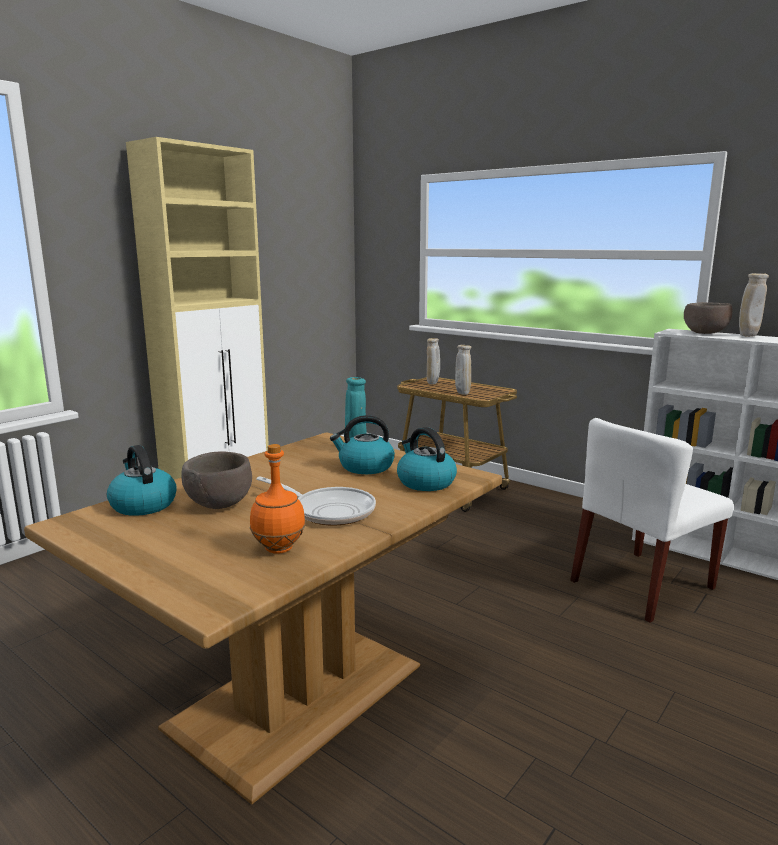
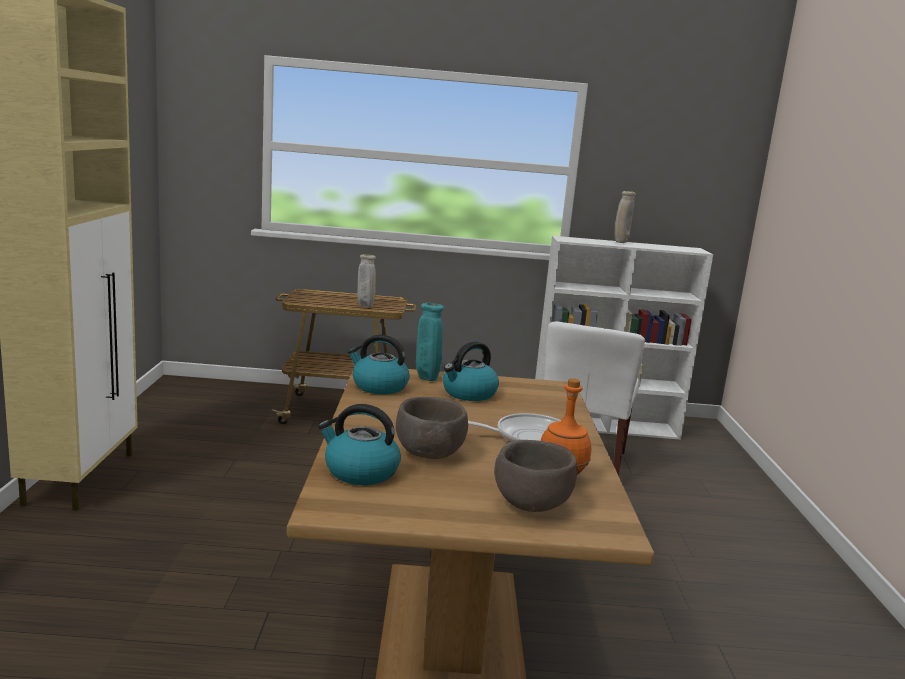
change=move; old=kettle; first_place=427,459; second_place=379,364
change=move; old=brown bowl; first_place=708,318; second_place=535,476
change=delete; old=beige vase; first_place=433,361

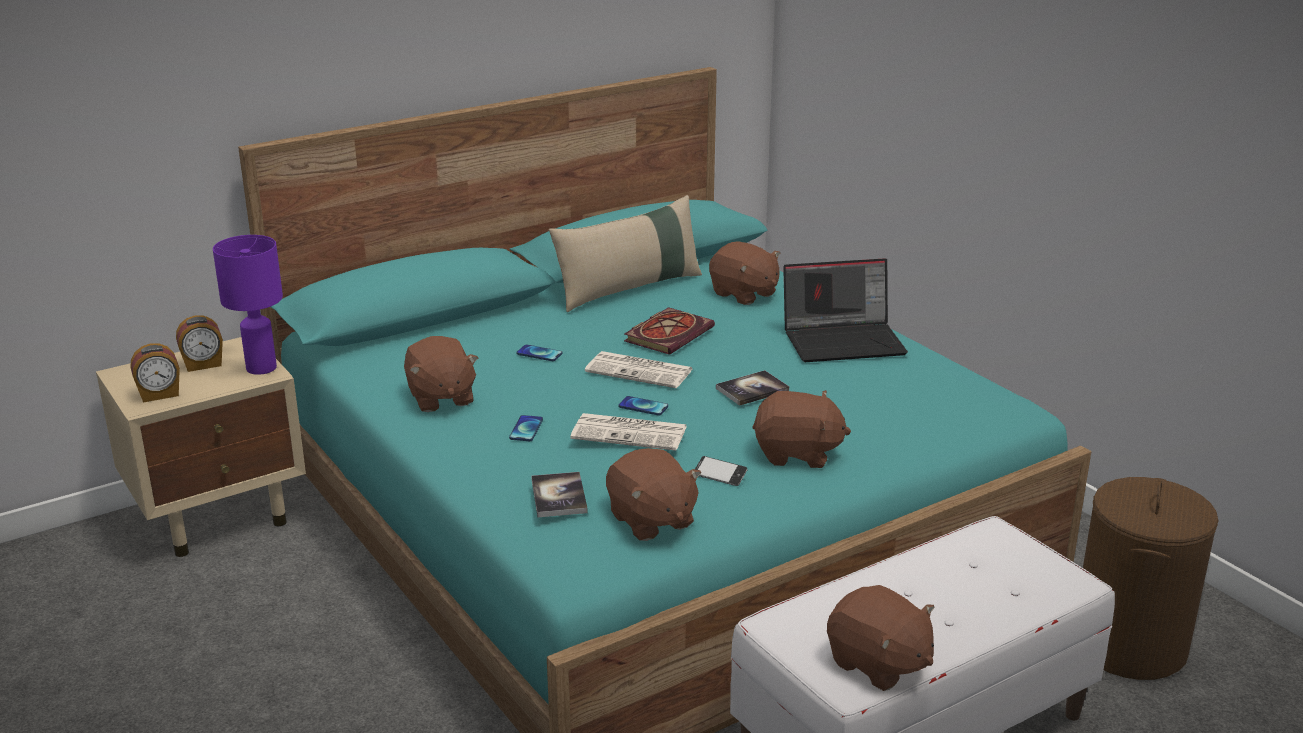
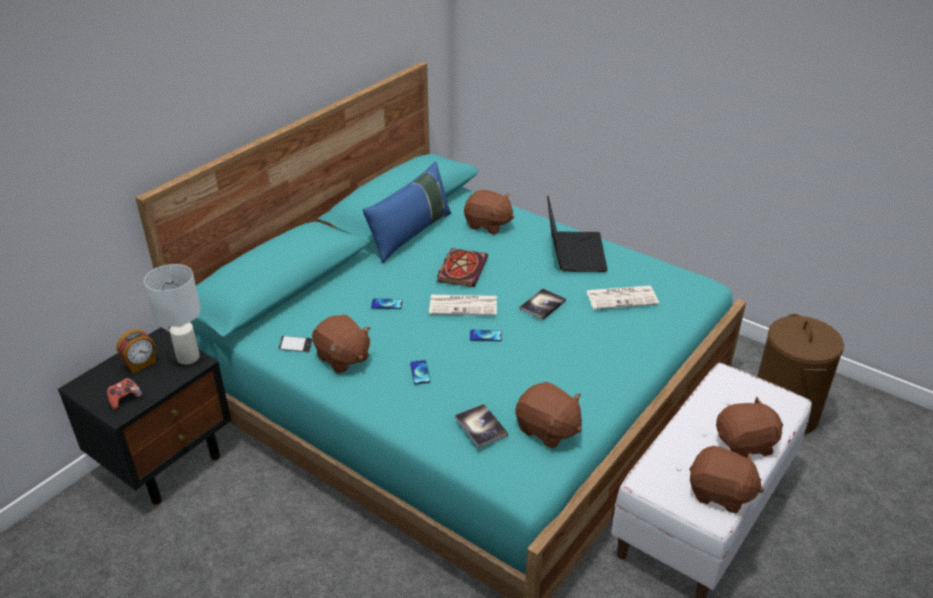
change=recolor; old=beige nightstand; new=black nightstand; first_place=201,447; second_place=144,416
change=replace; old=alarm clock; new=game controller; first_place=155,373; second_place=125,394
change=recolor; old=purple table lamp; new=white table lamp; first_place=248,305; second_place=172,314
change=move; old=phone; first_place=721,471; second_place=296,344
change=recolor; old=beige pillow; new=blue pillow; first_place=625,253; second_place=406,212
change=rotate; old=laptop; first_place=845,310; second_place=577,234; degrees=-60
change=move; old=newspaper; first_place=628,432; second_place=622,297
change=move; old=brown plush toy; first_place=801,429; second_place=749,427

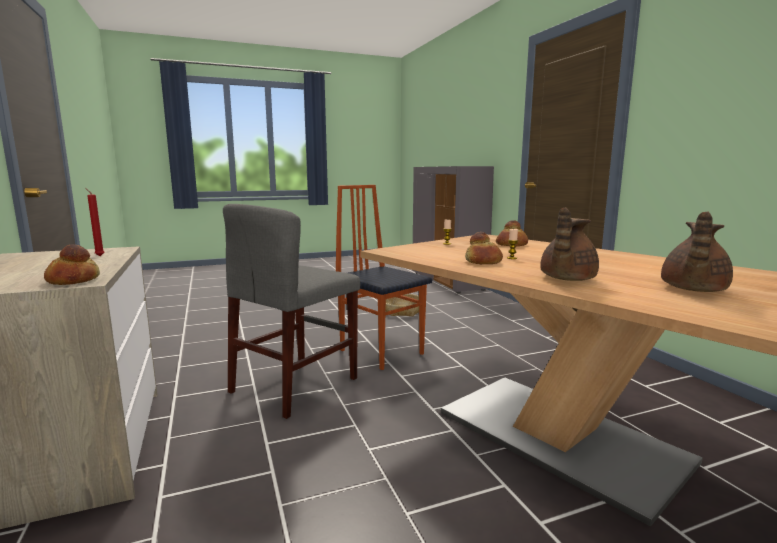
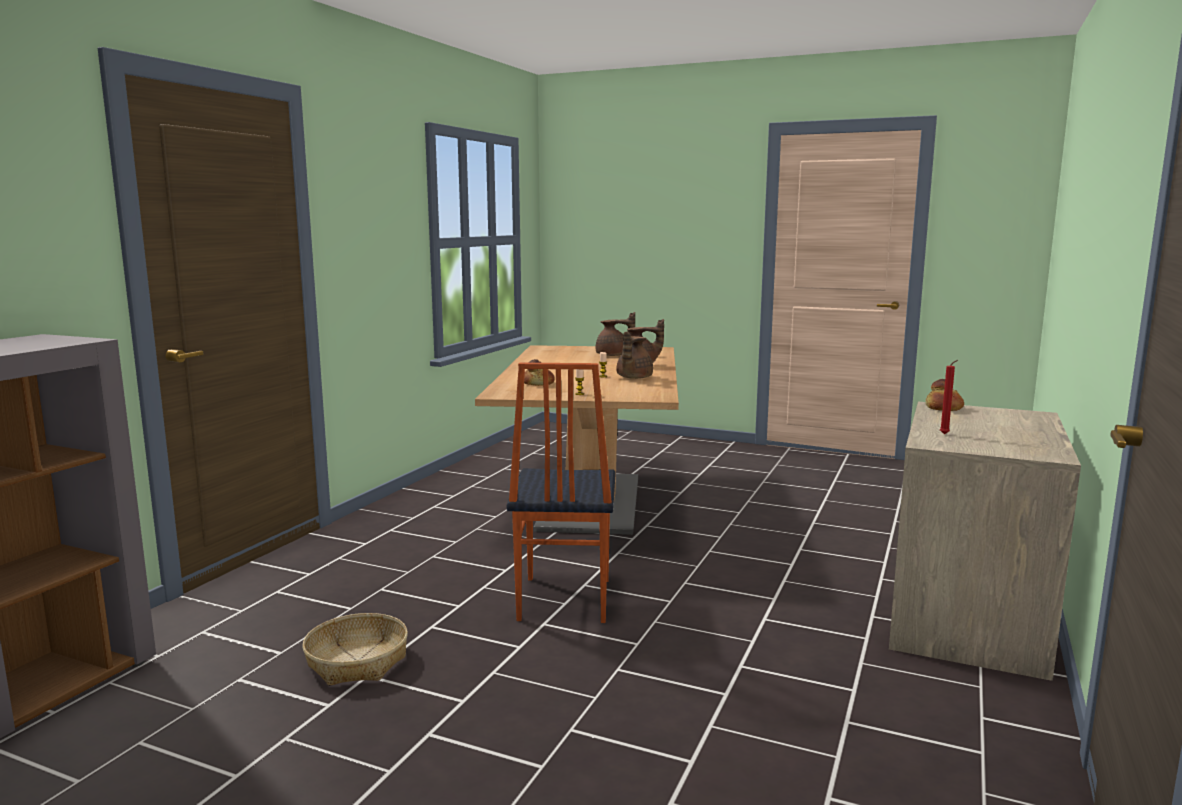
change=replace; old=bread; new=brown teapot; first_place=484,248; second_place=634,355
change=delete; old=grey chair; first_place=291,311

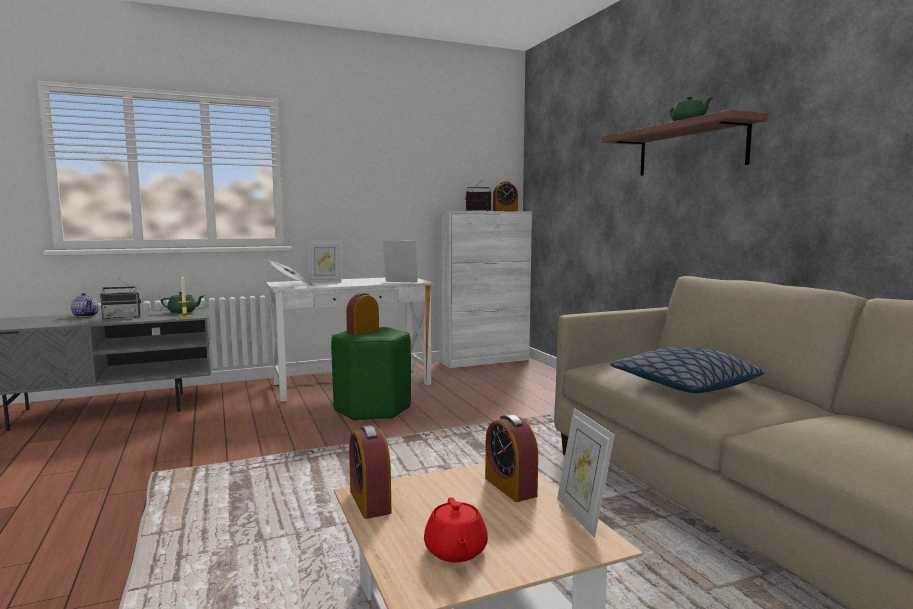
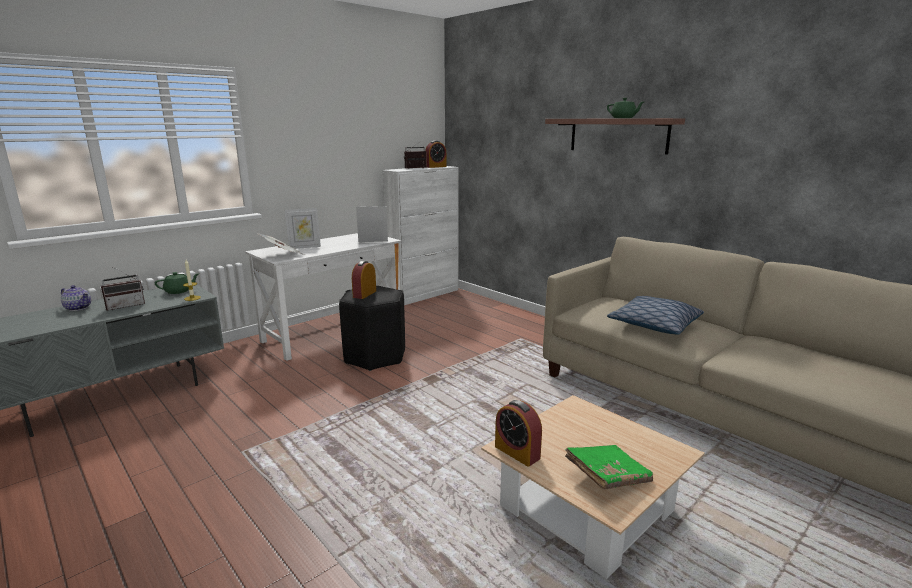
change=recolor; old=green stool; new=black stool; first_place=371,374; second_place=372,328
change=replace; old=red teapot; new=green book; first_place=456,529; second_place=609,467
change=delete; old=alarm clock; first_place=511,458
change=delete; old=picture frame; first_place=586,473

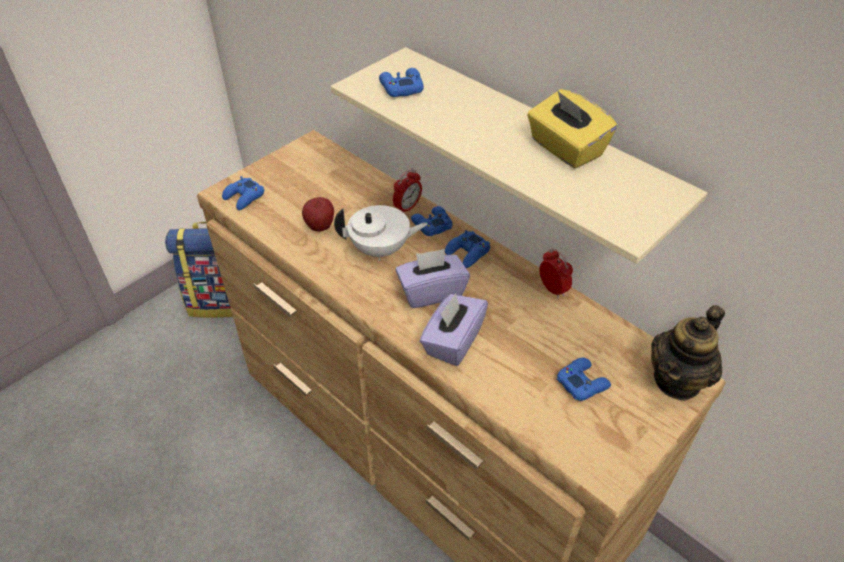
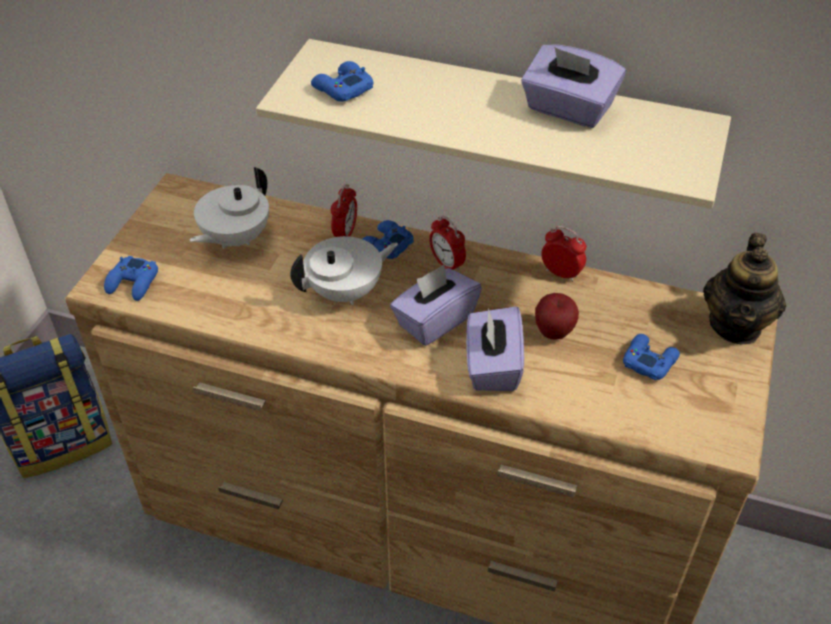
change=insert; new=white teapot; second_place=229,208
change=replace; old=blue game controller; new=alarm clock; first_place=467,249; second_place=447,243
change=recolor; old=yellow tissue box; new=purple tissue box; first_place=572,129; second_place=573,86
change=move; old=apple; first_place=318,214; second_place=557,316

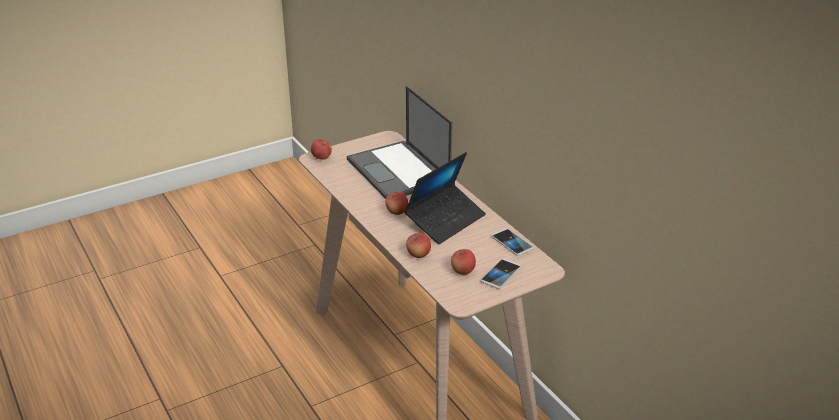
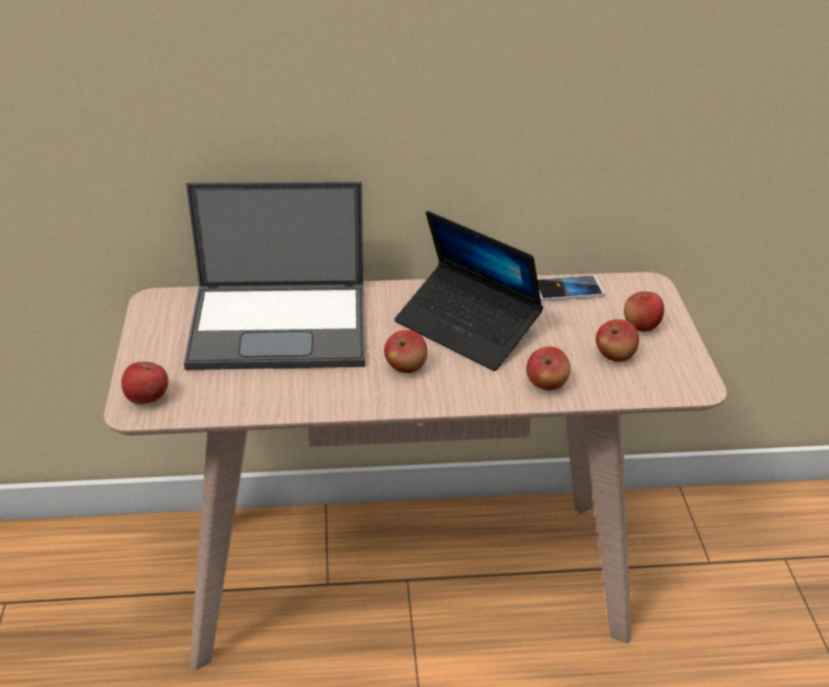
change=rotate; old=laptop; first_place=445,198; second_place=468,291; degrees=150
change=replace; old=phone; new=apple; first_place=500,274; second_place=644,311

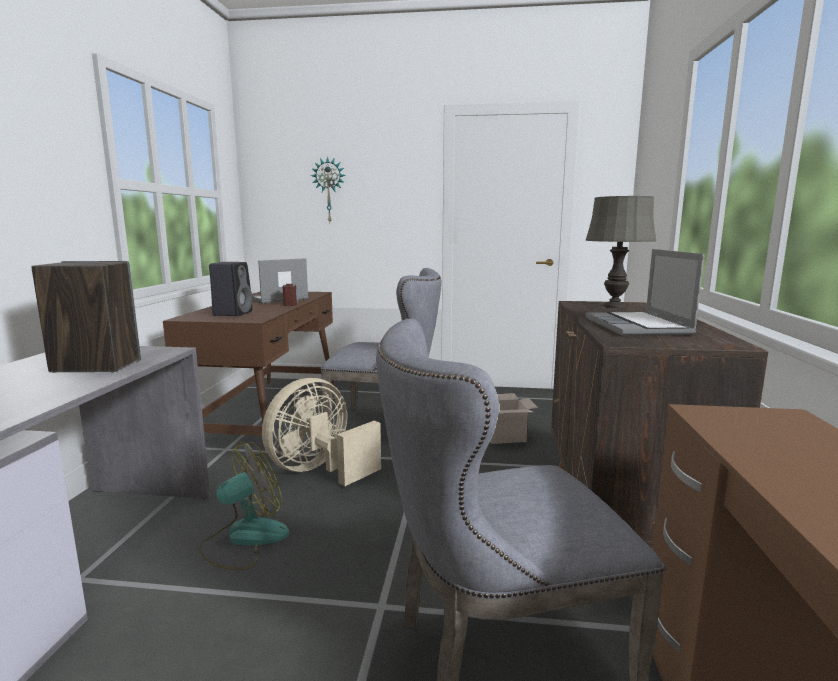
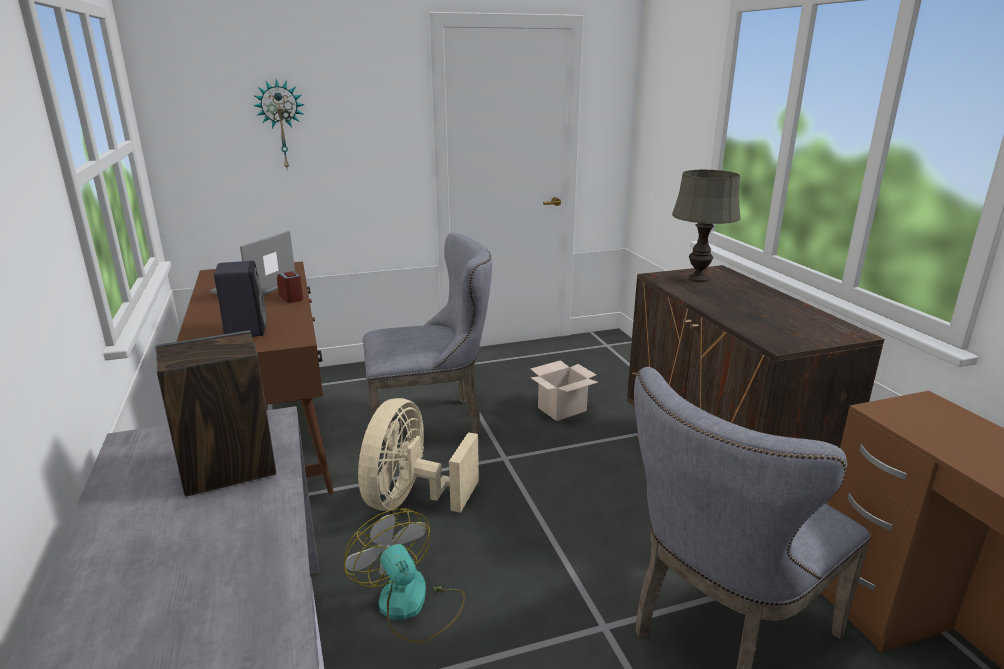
change=rotate; old=fan; first_place=243,506; second_place=405,575; degrees=-60
change=delete; old=laptop; first_place=645,292

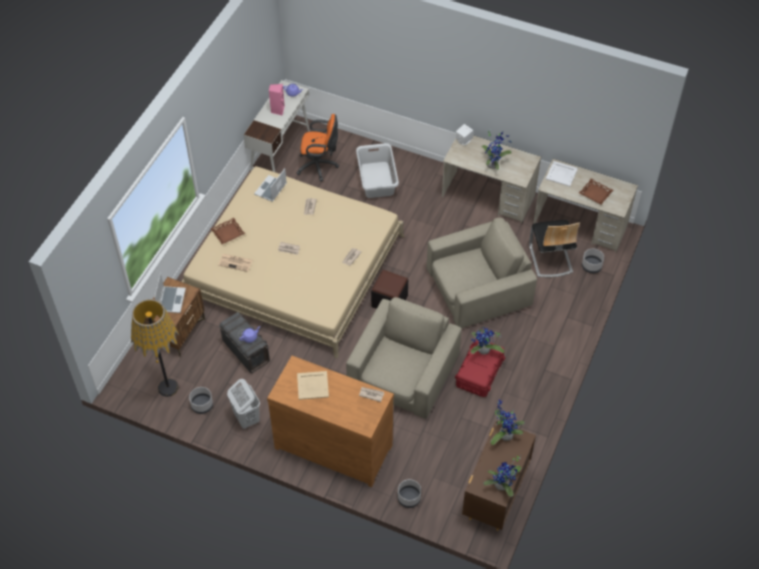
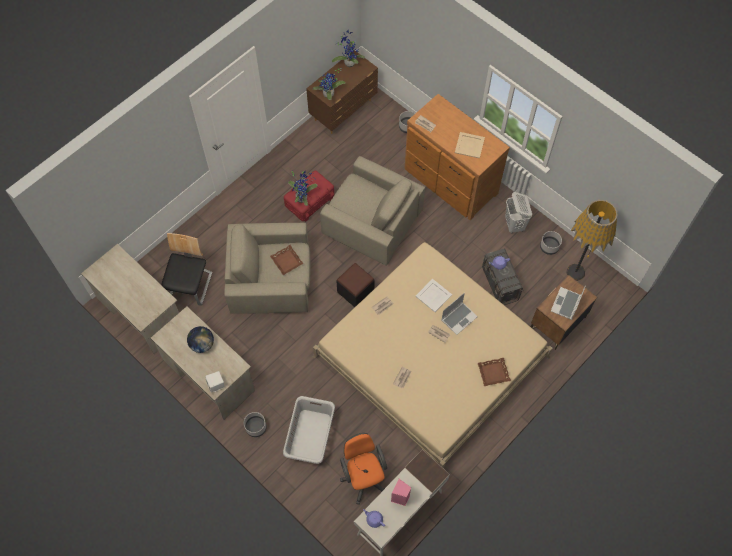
change=replace; old=potted plant; new=globe; first_place=496,150; second_place=200,339
change=move; old=grey planter; first_place=593,261; second_place=255,424
change=move; old=brown tray; first_place=596,192; second_place=287,260
change=rotate; old=beige armchair; first_place=404,358; second_place=372,211; degrees=-105
change=rotate; old=orange office chair; first_place=317,147; second_place=363,469; degrees=45
change=move; old=white tray; first_place=562,174; second_place=433,295
change=move; old=laptop; first_place=270,185; second_place=460,314
change=delete; old=newspaper; first_place=235,263

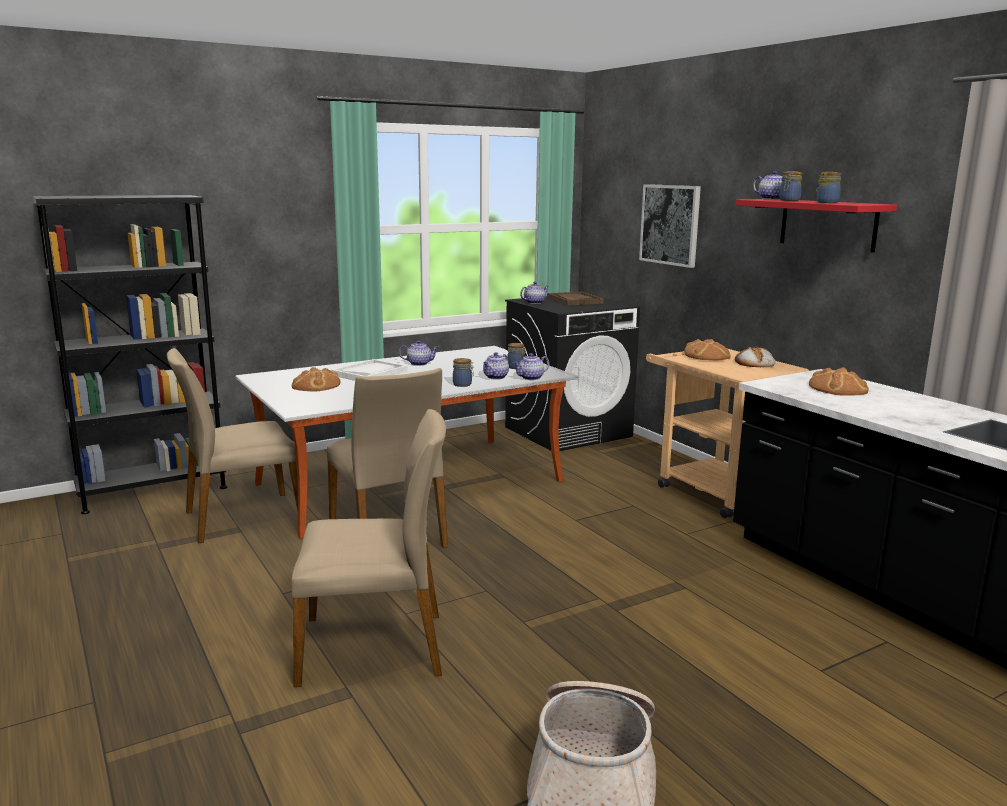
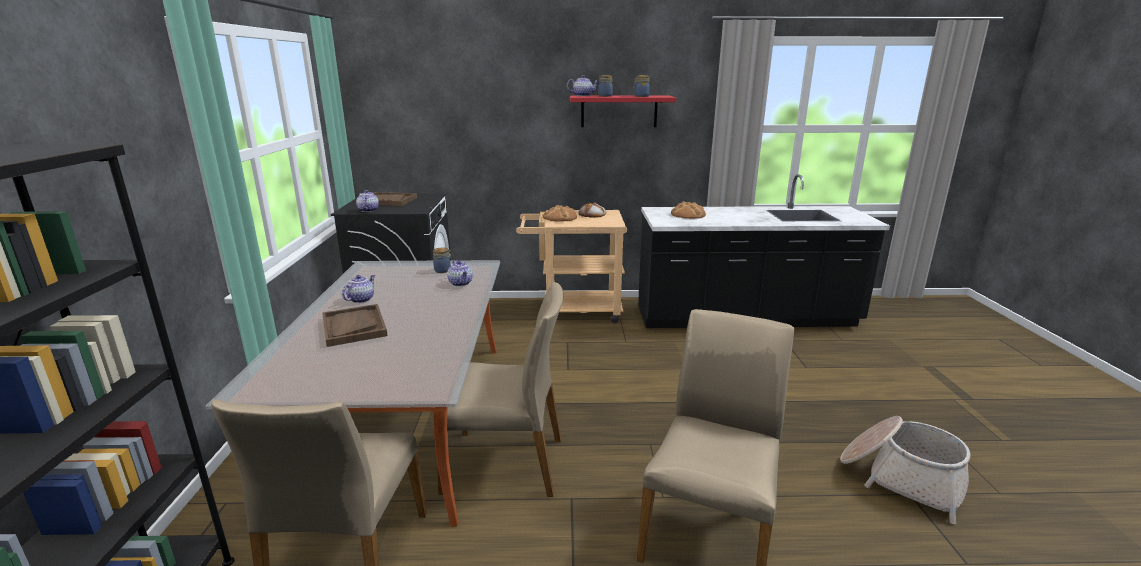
change=recolor; old=white tray; new=brown tray; first_place=369,370; second_place=355,325
change=delete; old=bread; first_place=316,379
change=delete; old=jar; first_place=463,372
change=delete; old=teapot; first_place=531,366
change=delete; old=picture; first_place=670,226

